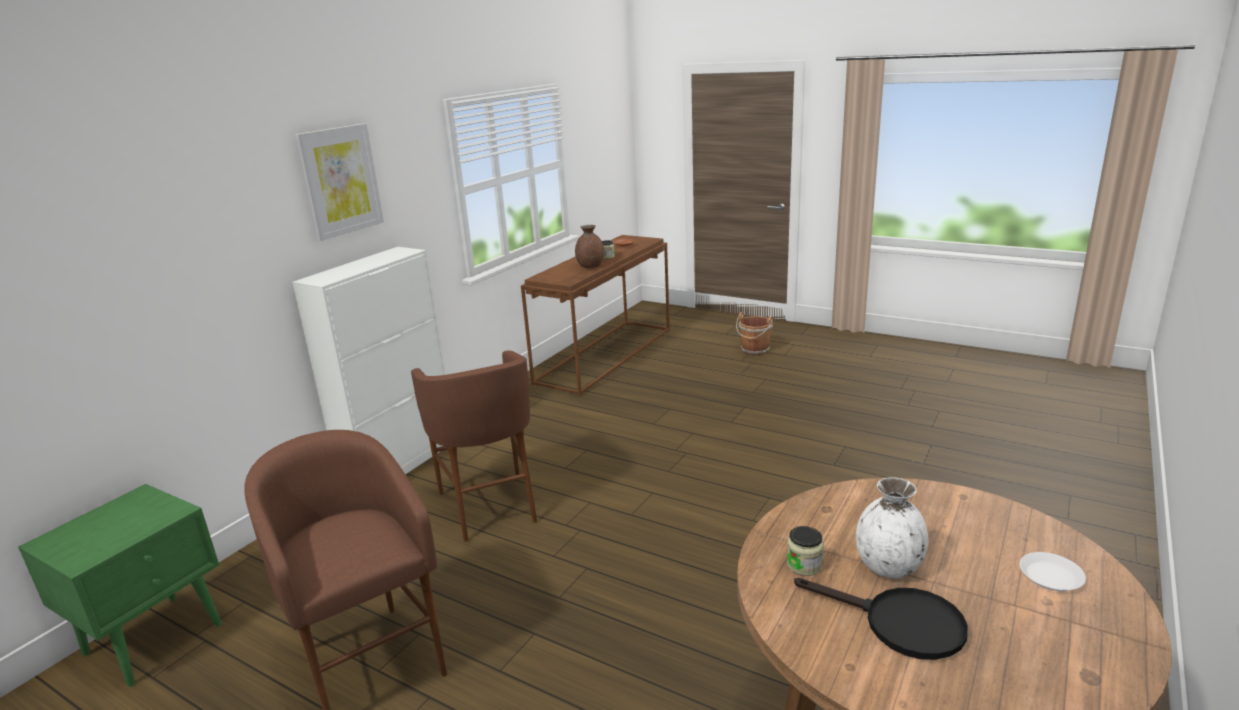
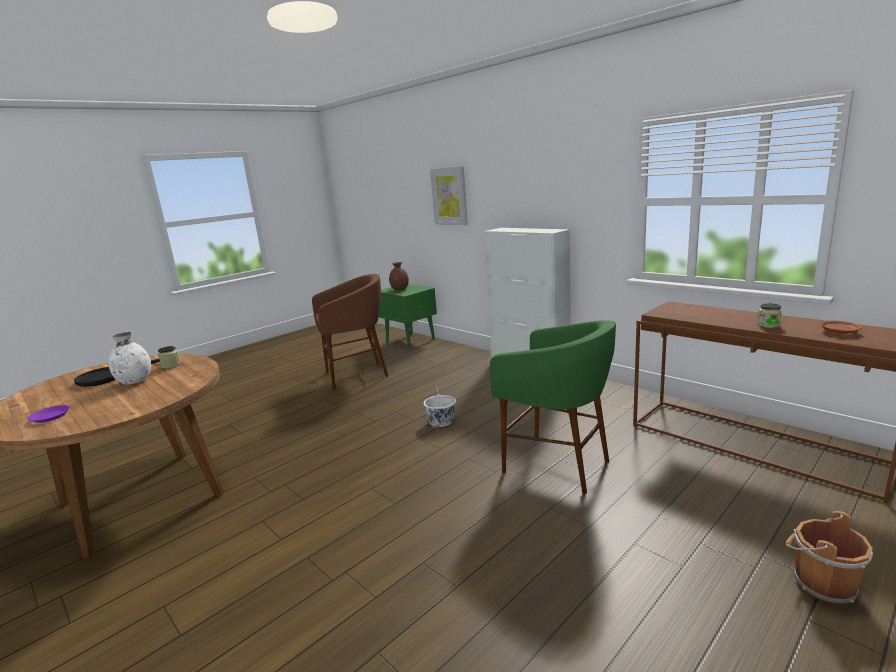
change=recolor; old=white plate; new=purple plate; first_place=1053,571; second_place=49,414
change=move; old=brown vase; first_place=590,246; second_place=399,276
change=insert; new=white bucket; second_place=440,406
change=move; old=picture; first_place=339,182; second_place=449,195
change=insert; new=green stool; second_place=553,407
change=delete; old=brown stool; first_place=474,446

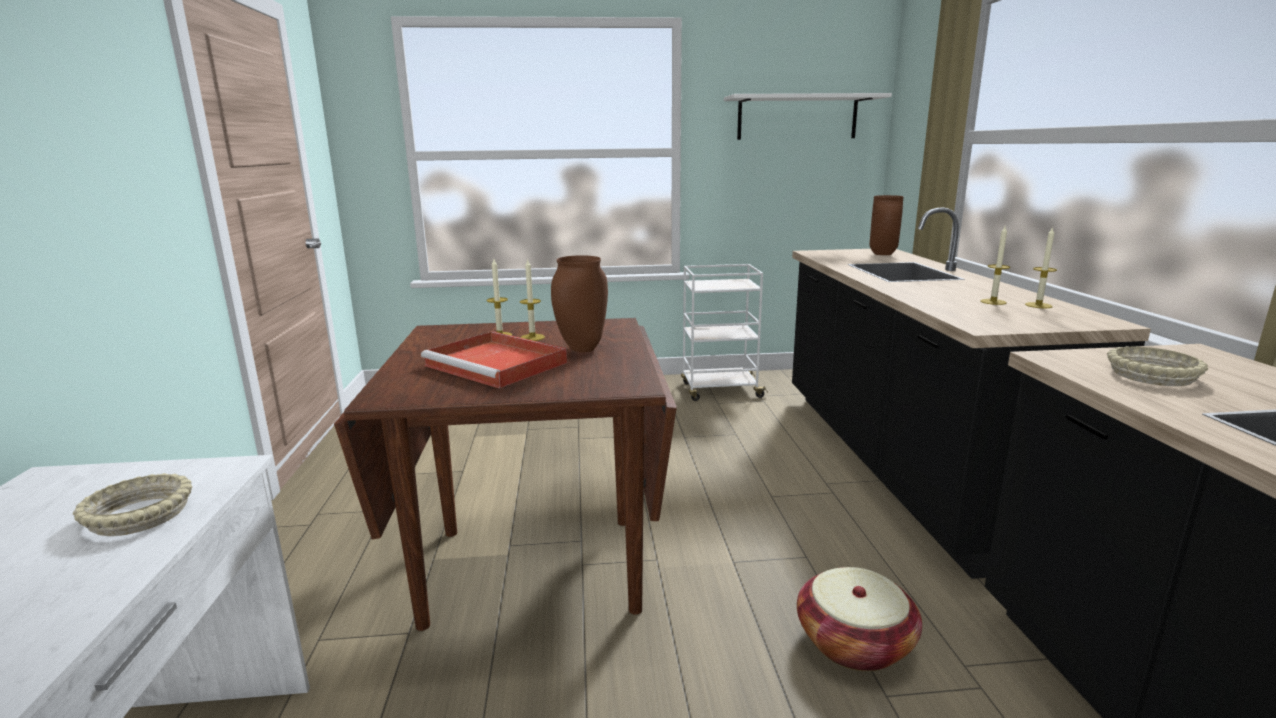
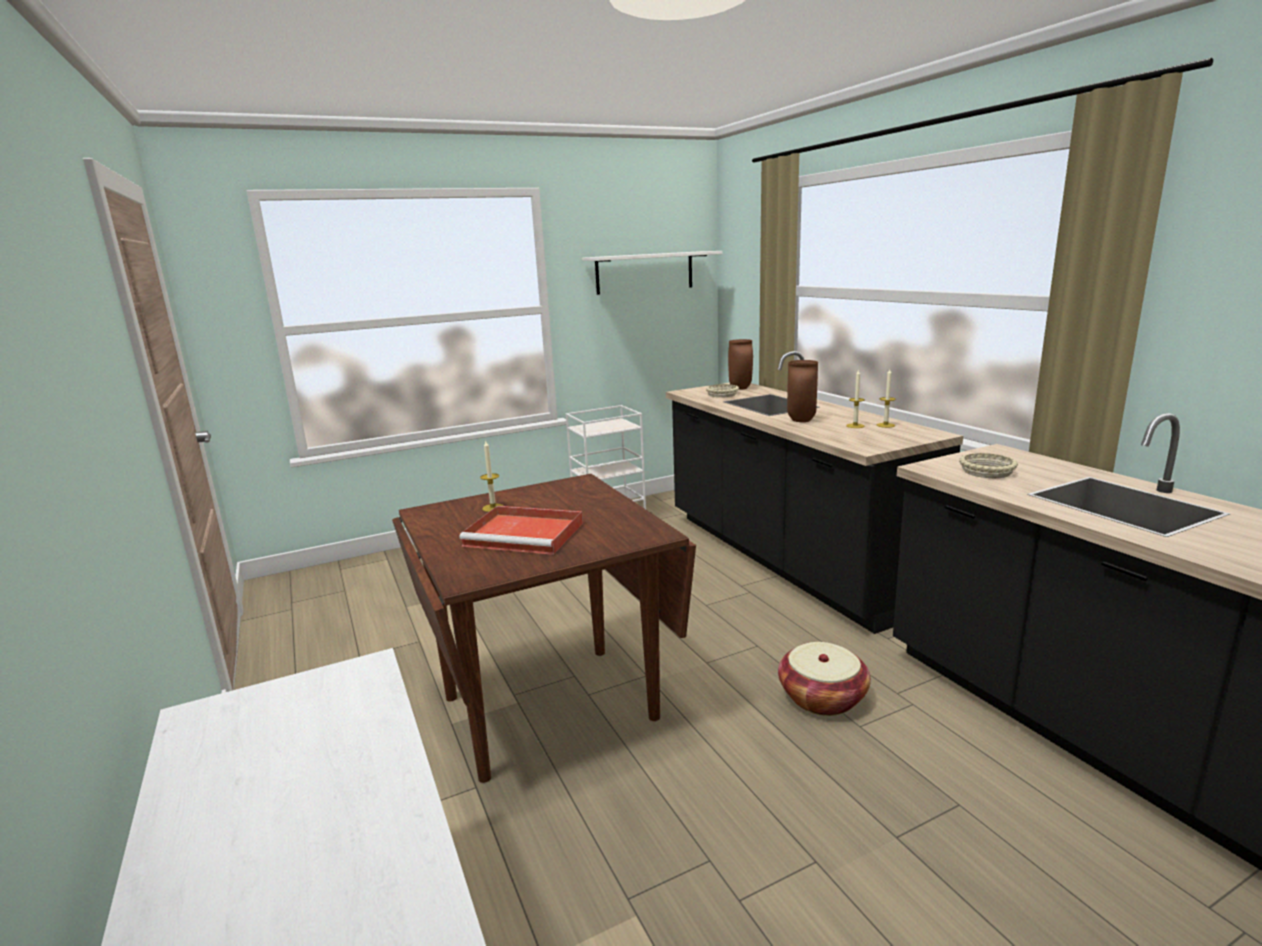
change=move; old=beige bowl; first_place=132,504; second_place=722,391
change=move; old=brown vase; first_place=579,303; second_place=802,391
change=delete; old=candle; first_place=532,299

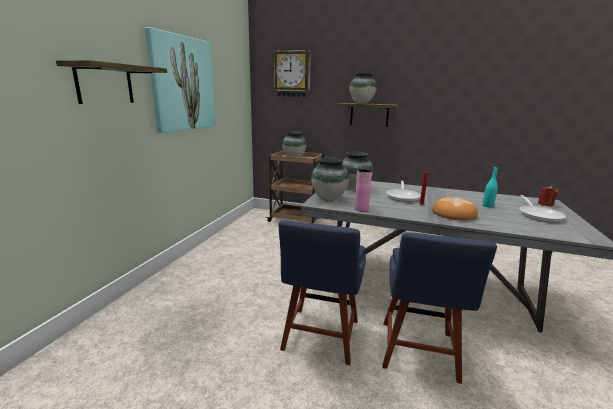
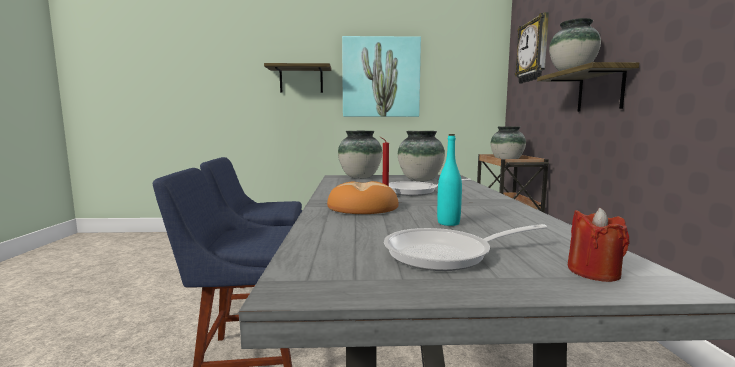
change=delete; old=pink vase; first_place=363,190

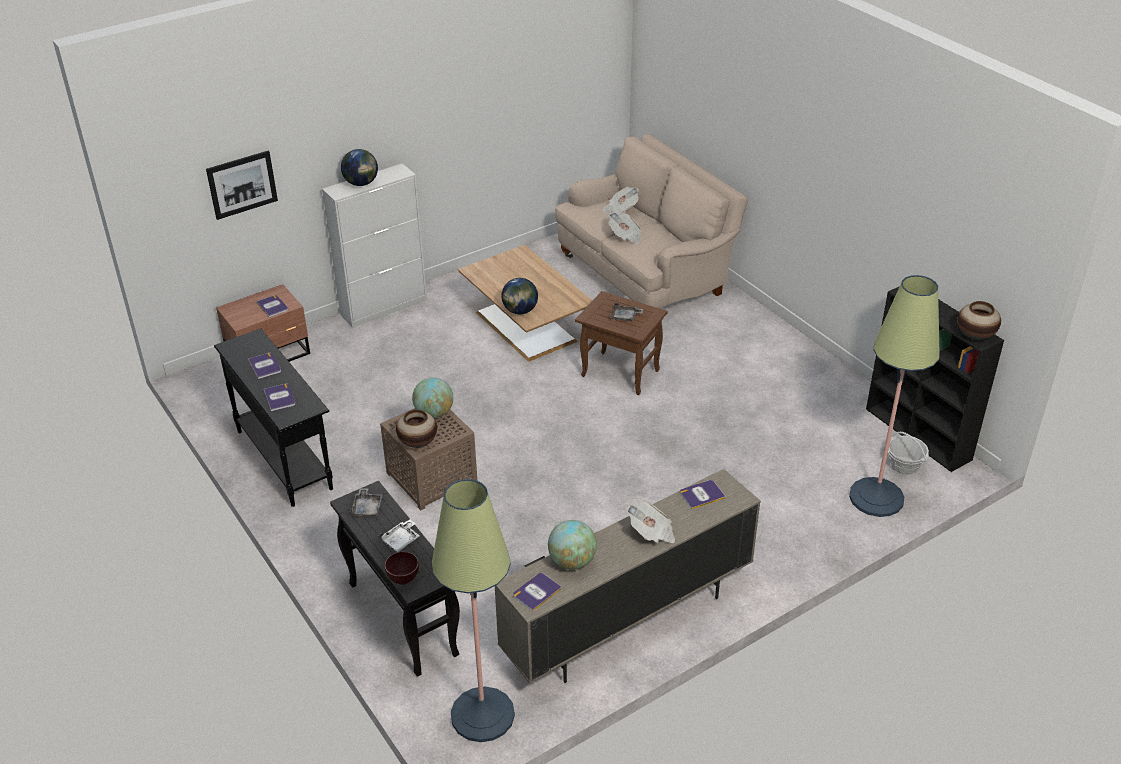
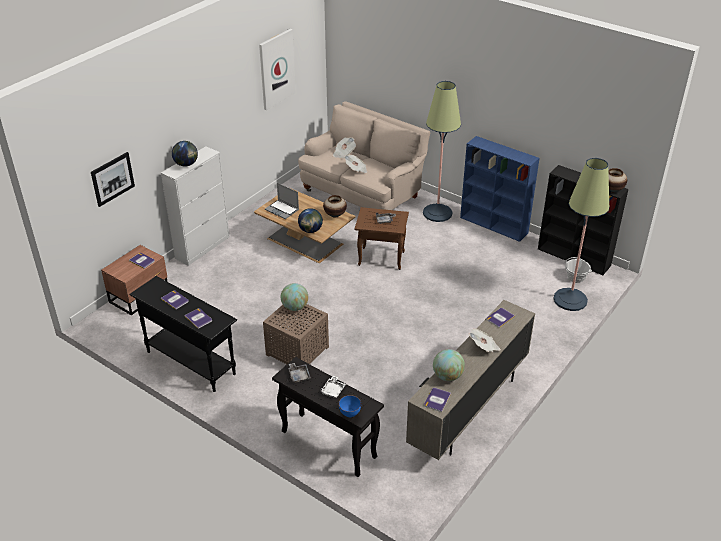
change=insert; new=picture; second_place=277,69
change=insert; new=laptop; second_place=282,201
change=move; old=vase; first_place=416,428; second_place=335,206
change=recolor; old=brown bowl; new=blue bowl; first_place=402,568; second_place=350,406
change=move; old=floor lamp; first_place=473,610; second_place=442,151
change=insert; new=blue bookcase; second_place=499,189

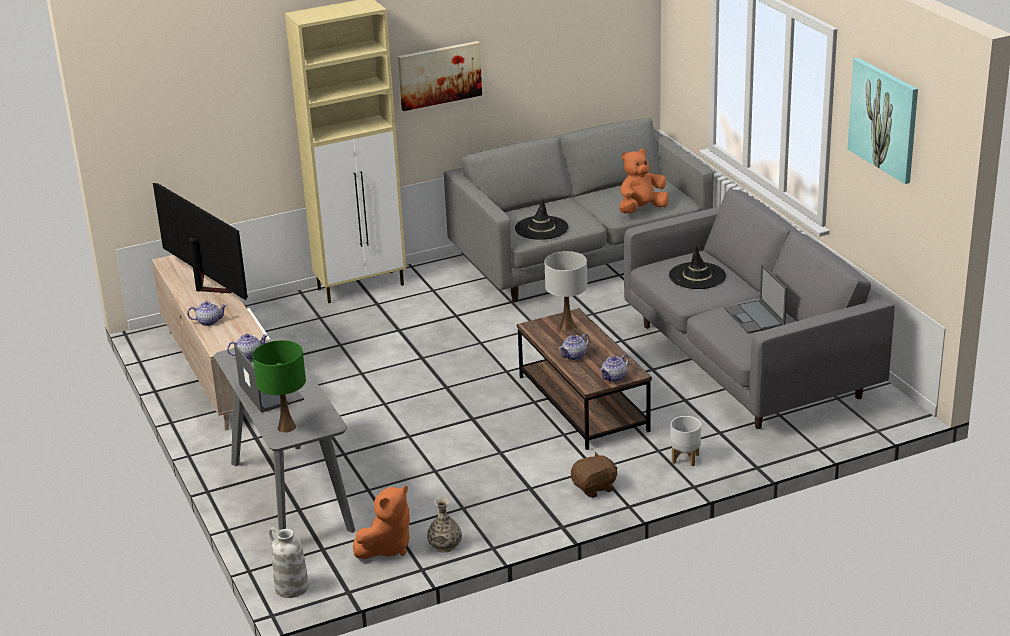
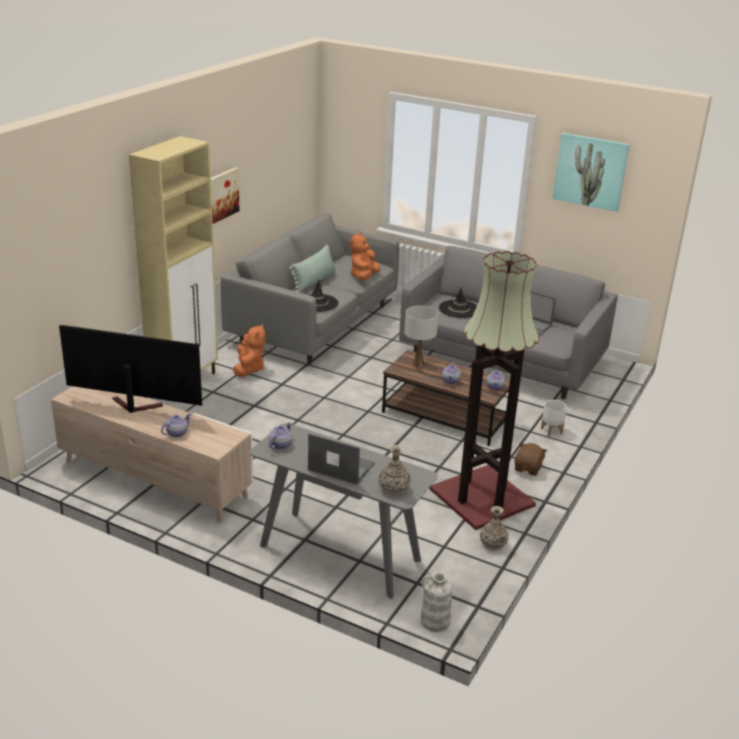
change=move; old=orange plush toy; first_place=381,522; second_place=249,350
change=insert; new=green pillow; second_place=312,269
change=replace; old=green table lamp; new=vase; first_place=279,386; second_place=395,470
change=insert; new=floor lamp; second_place=484,390

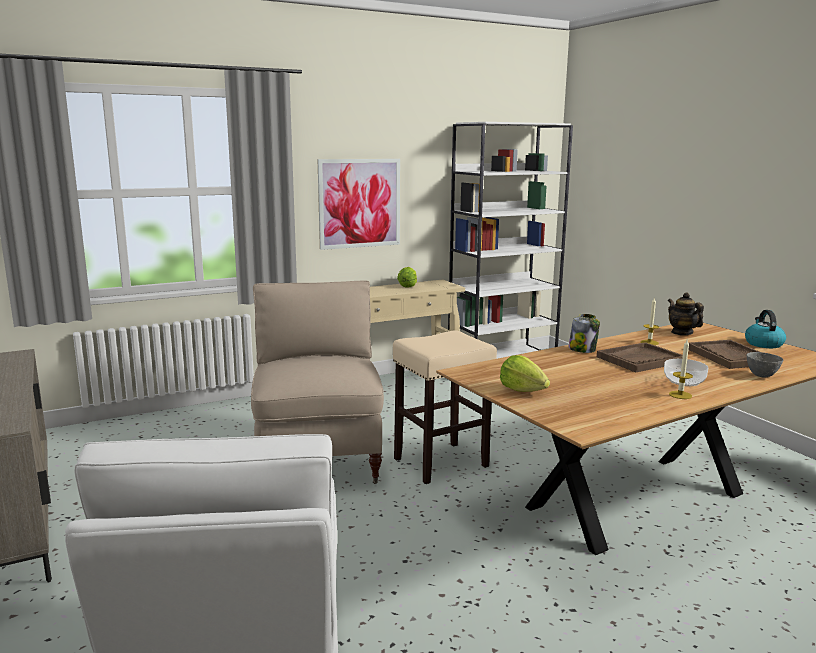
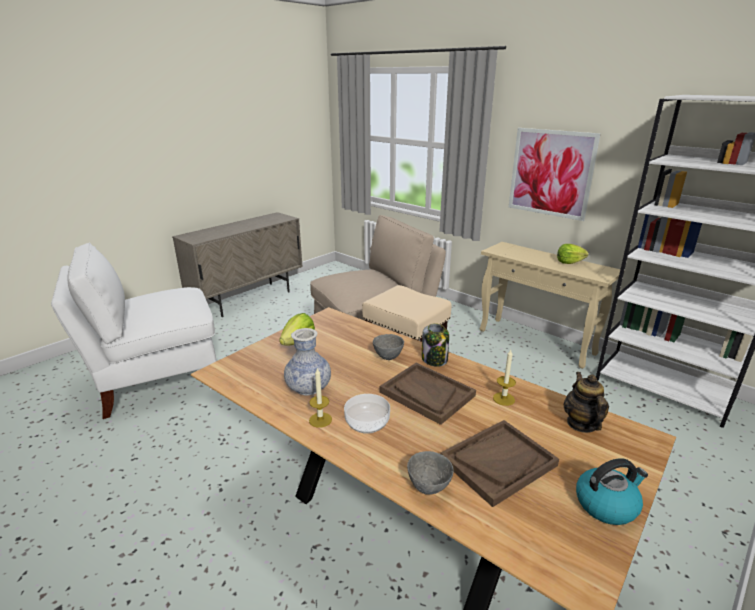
change=insert; new=vase; second_place=307,362
change=insert; new=grey bowl; second_place=388,347
change=rotate; old=teapot; first_place=686,313; second_place=586,402; degrees=-45

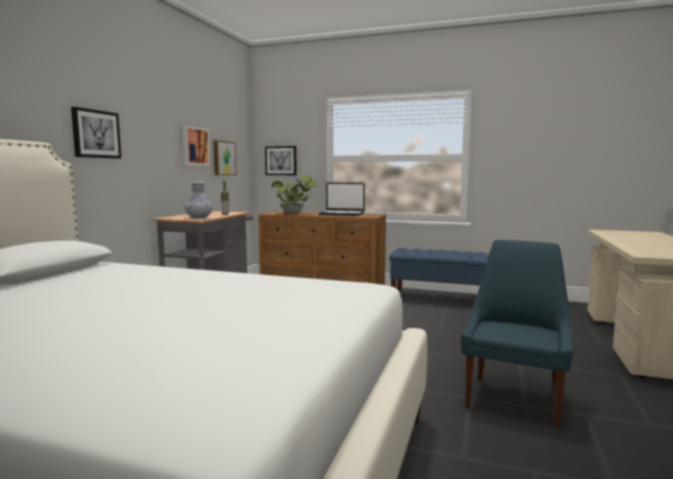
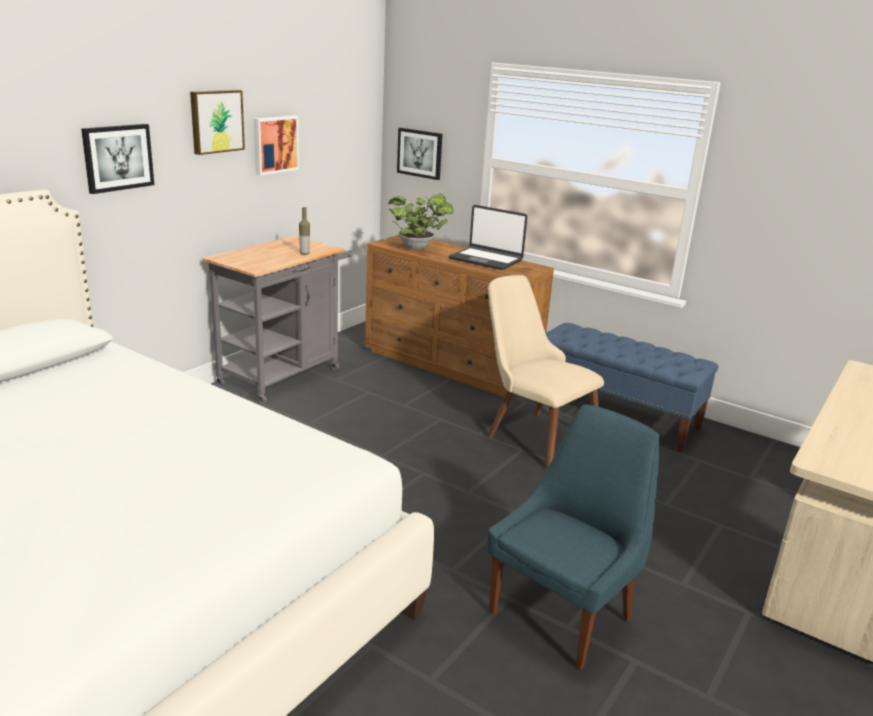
change=move; old=picture; first_place=224,157; second_place=217,122
change=insert; new=beige chair; second_place=546,372
change=delete; old=vase; first_place=199,200

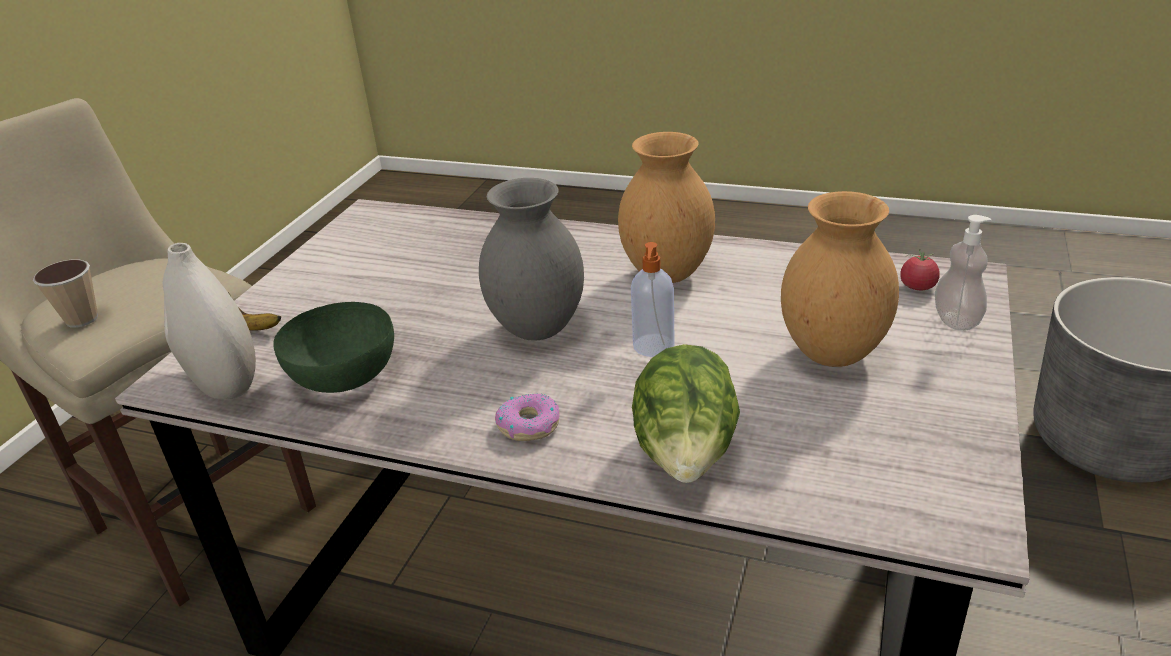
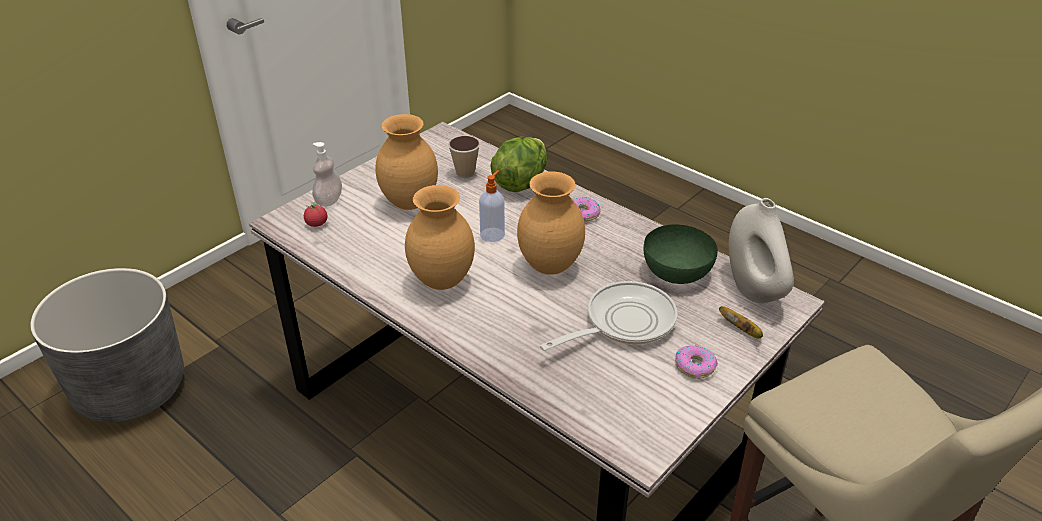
change=move; old=cup; first_place=65,294; second_place=464,157
change=recolor; old=grey vase; new=brown vase; first_place=531,259; second_place=551,223
change=insert; new=frying pan; second_place=608,316
change=insert; new=donut; second_place=696,362

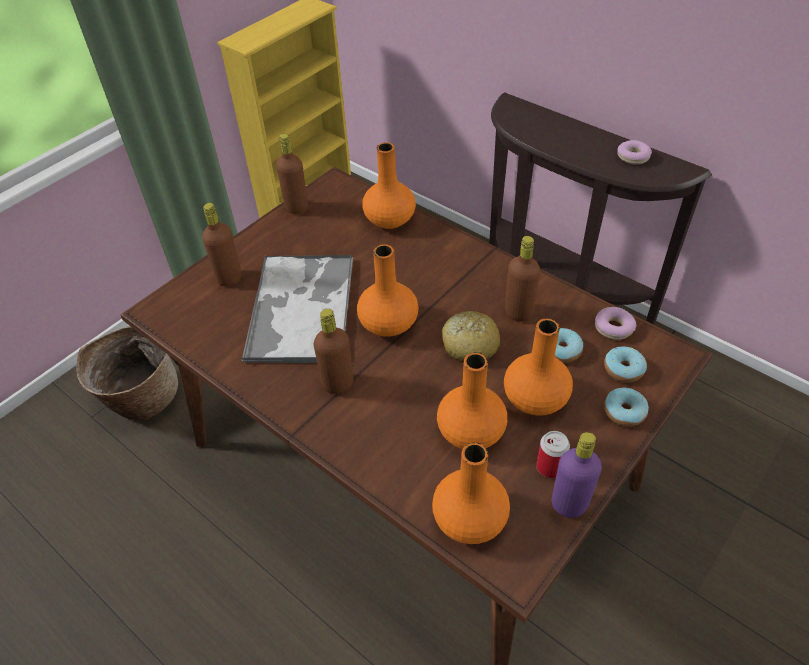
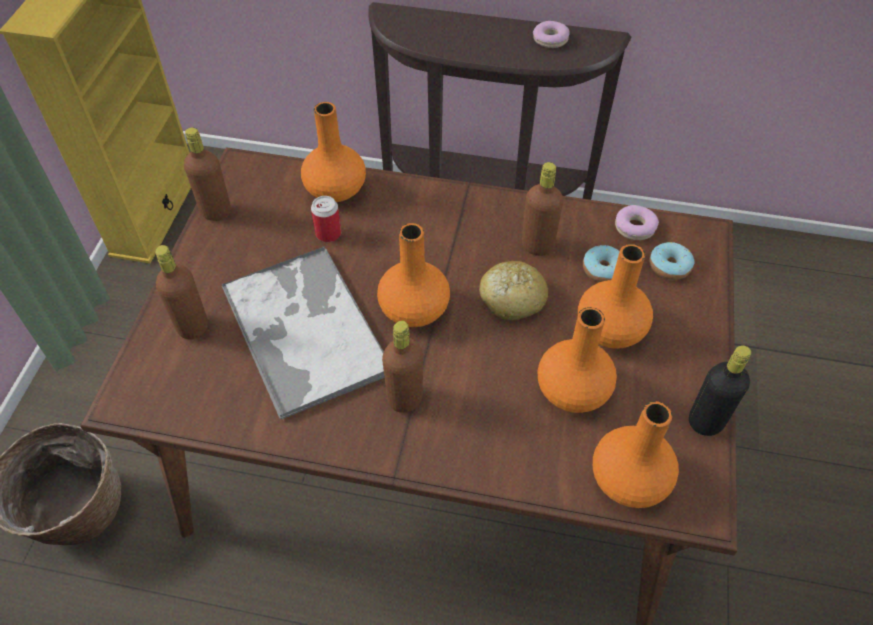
change=move; old=can; first_place=553,454; second_place=326,219
change=recolor; old=purple bottle; new=black bottle; first_place=576,475; second_place=720,390
change=delete; old=donut; first_place=626,407

